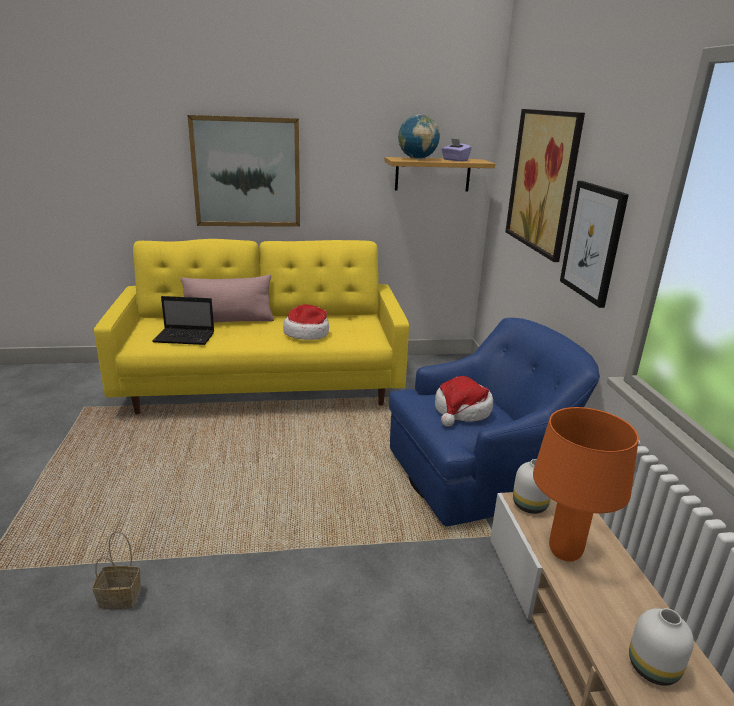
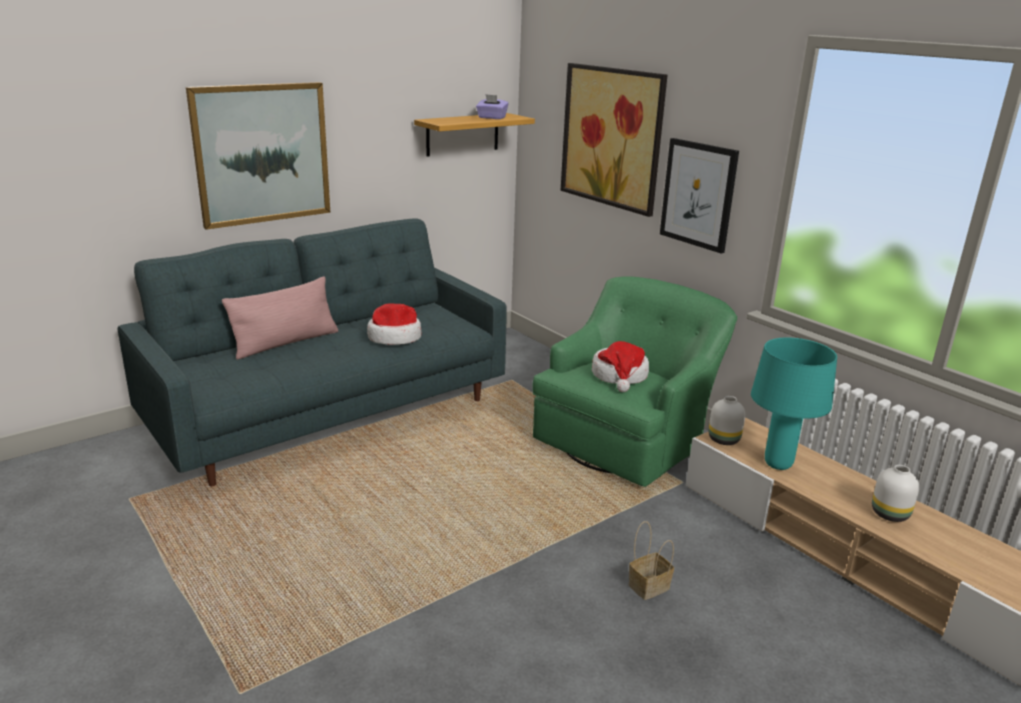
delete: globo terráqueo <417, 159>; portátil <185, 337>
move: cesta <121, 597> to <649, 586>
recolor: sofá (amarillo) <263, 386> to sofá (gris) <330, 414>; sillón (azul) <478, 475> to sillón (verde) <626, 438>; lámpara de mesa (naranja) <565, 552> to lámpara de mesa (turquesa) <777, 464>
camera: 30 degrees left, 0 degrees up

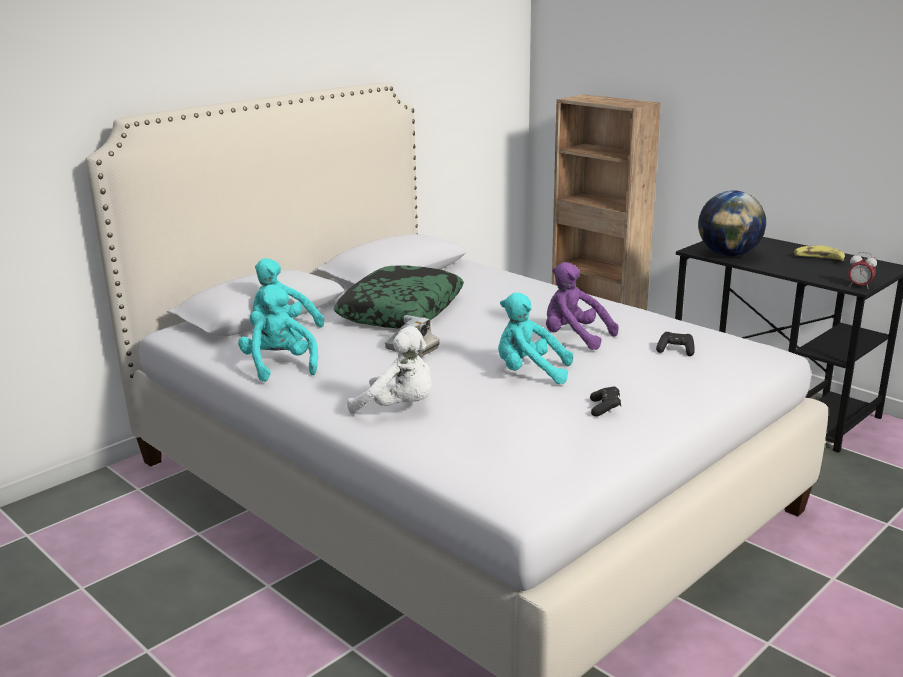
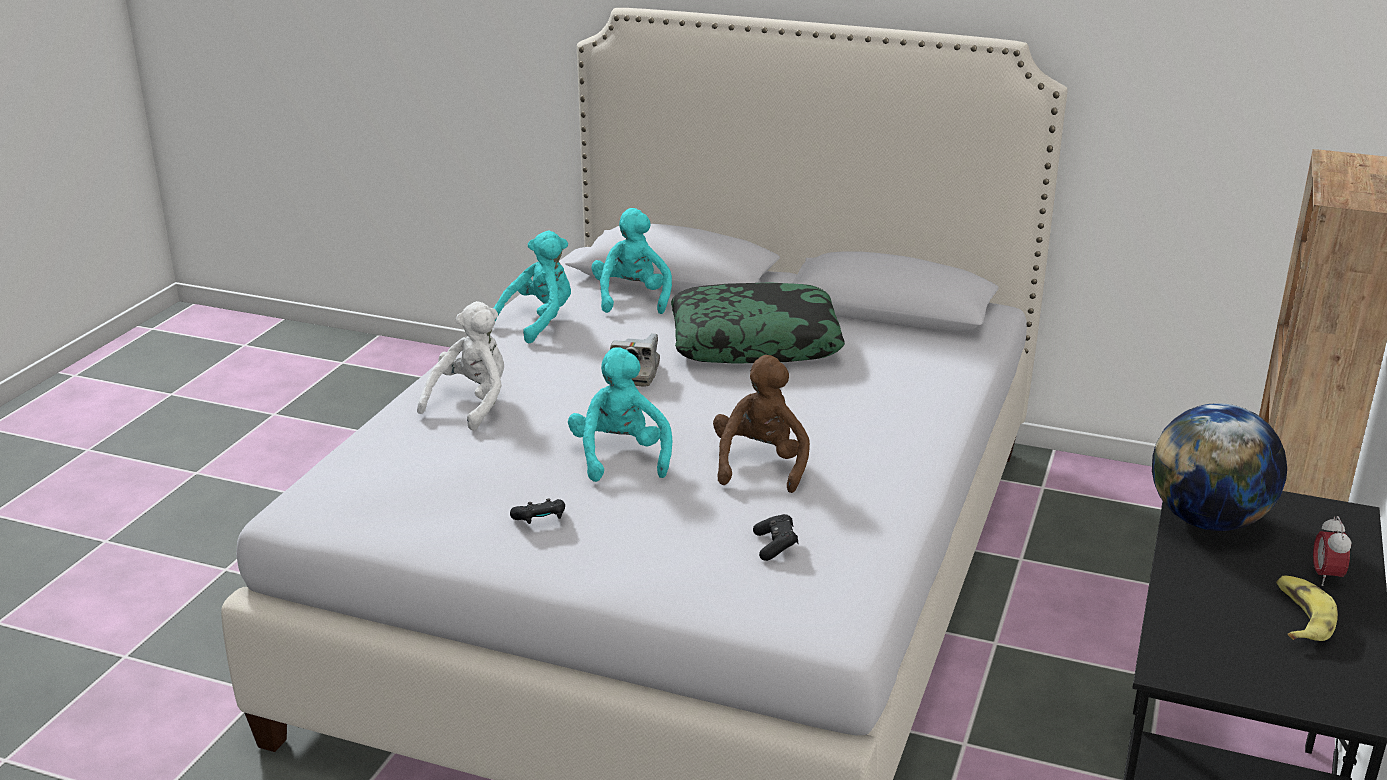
move: despertador <859, 286> to <1325, 577>
recolor: peluche (morado) <574, 338> to peluche (marrón) <760, 465>
rotate: peluche (blanco) <399, 408> = <472, 404> 150 degrees counterclockwise
camera: 65 degrees right, 5 degrees up

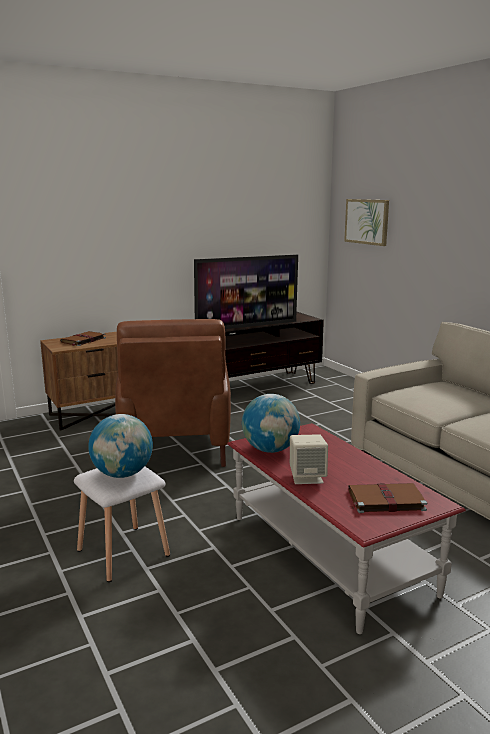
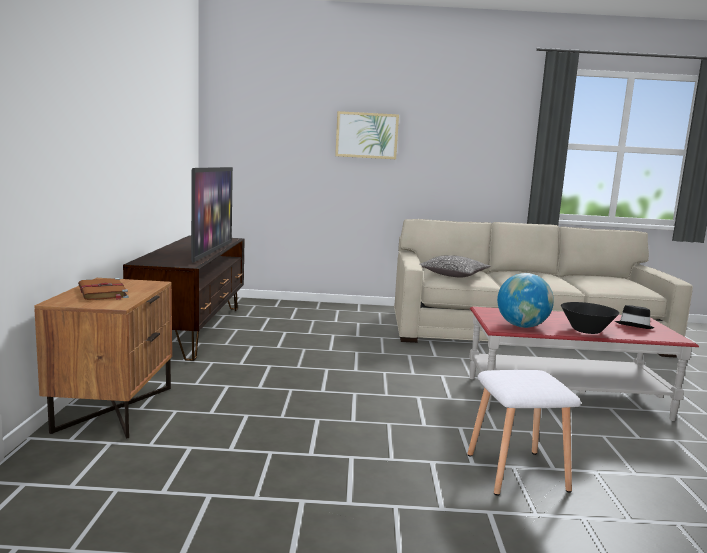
delete: sillón (marrón) <175, 447>; globo terráqueo <122, 474>
insert: cojín <453, 275>
move: cuadro <367, 221> to <366, 135>
replace: altavoz (beis) <307, 477> to cuenco (negro) <586, 330>; libro (marrón) <384, 500> to sombrero (negro) <634, 325>
camera: 60 degrees left, 5 degrees down

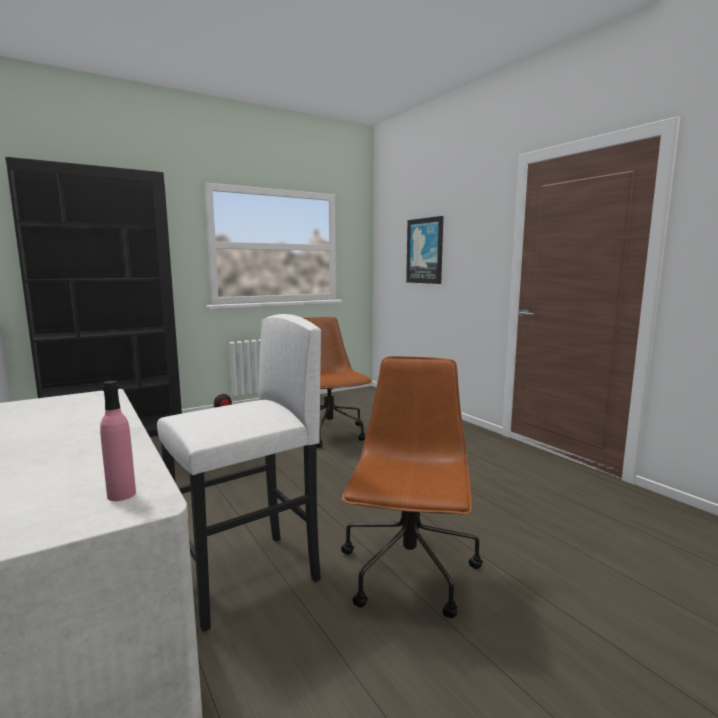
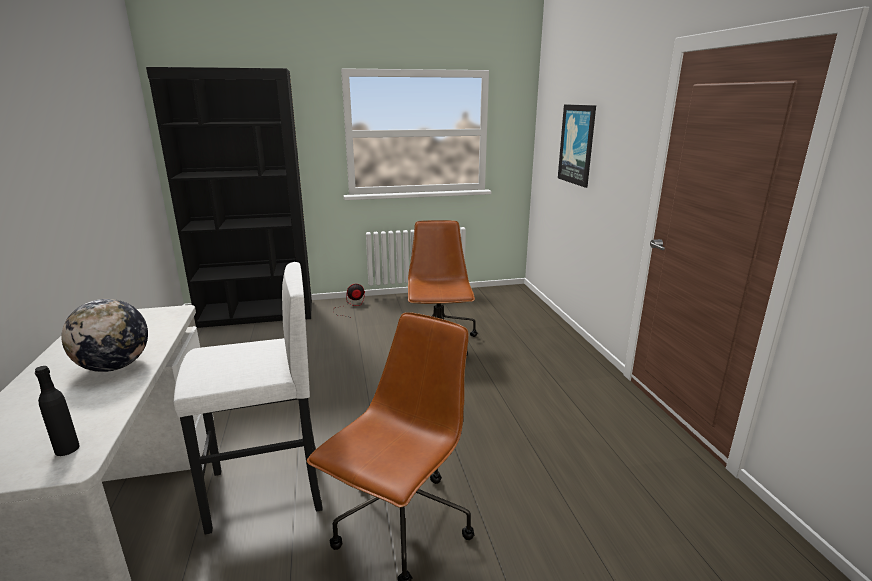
insert: globo terráqueo <115, 367>
recolor: botella (rosa) <121, 494> to botella (negro) <67, 449>
camera: 20 degrees right, 10 degrees up

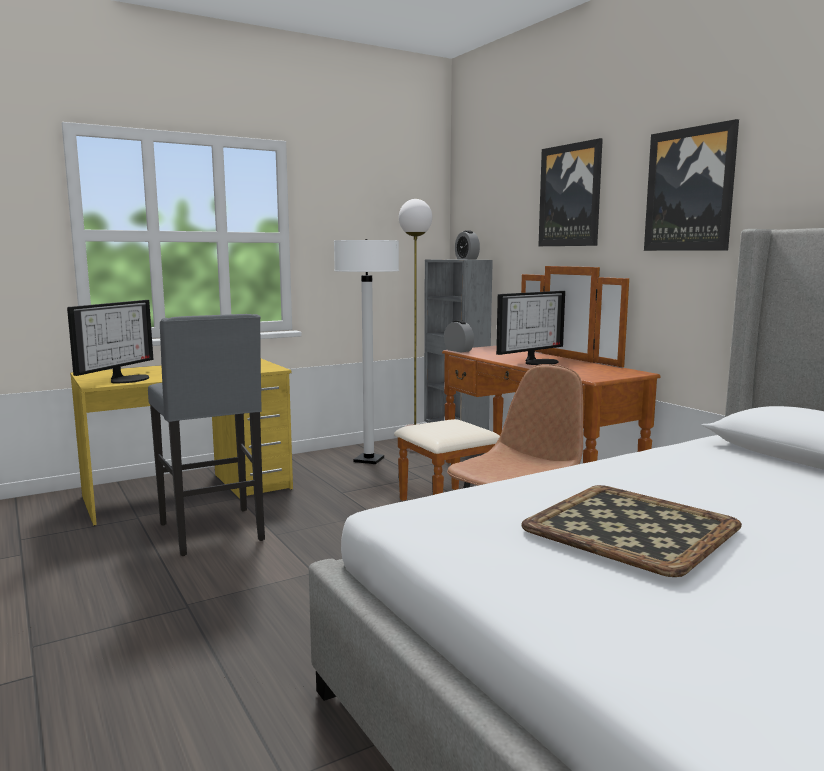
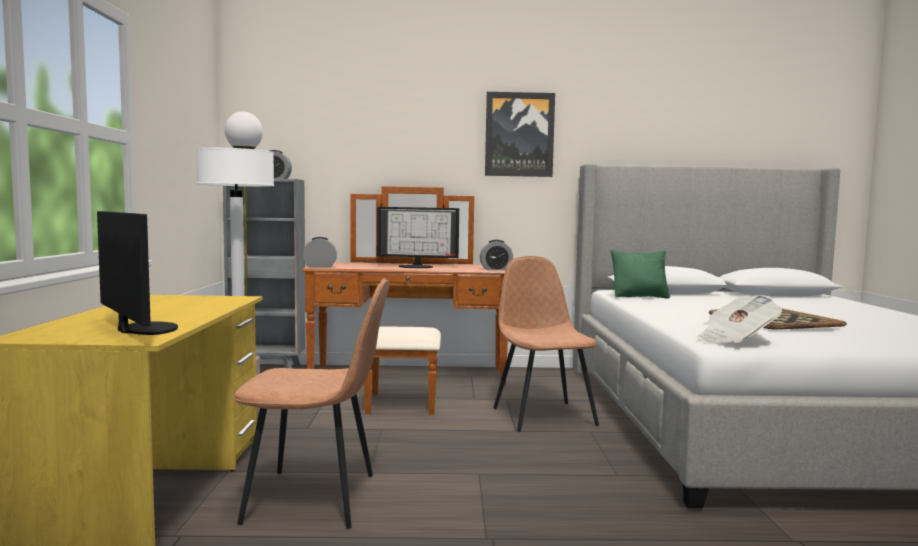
delete: cuadro <570, 195>
insert: despertador <496, 269>; cojín (verde) <640, 297>; periódico <735, 340>
replace: taburete (gris) <214, 532> to silla (marrón) <315, 498>
rotate: monitor <538, 362> = <416, 266> 105 degrees clockwise
camera: 60 degrees left, 5 degrees down

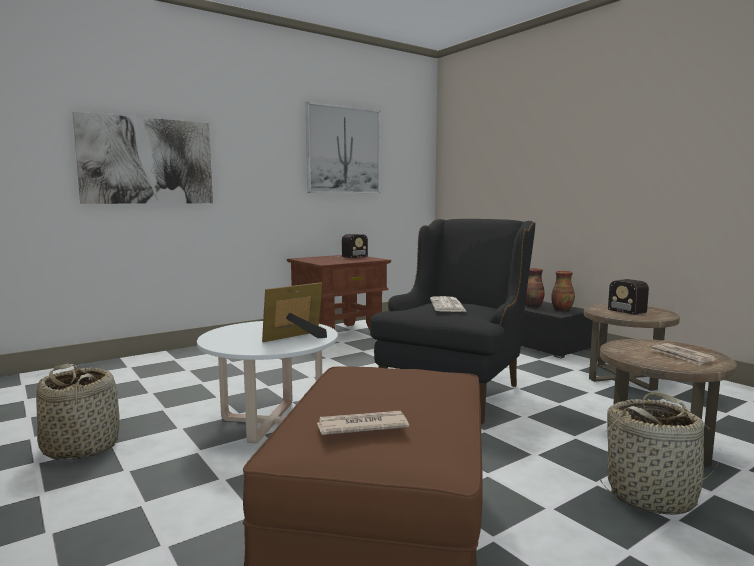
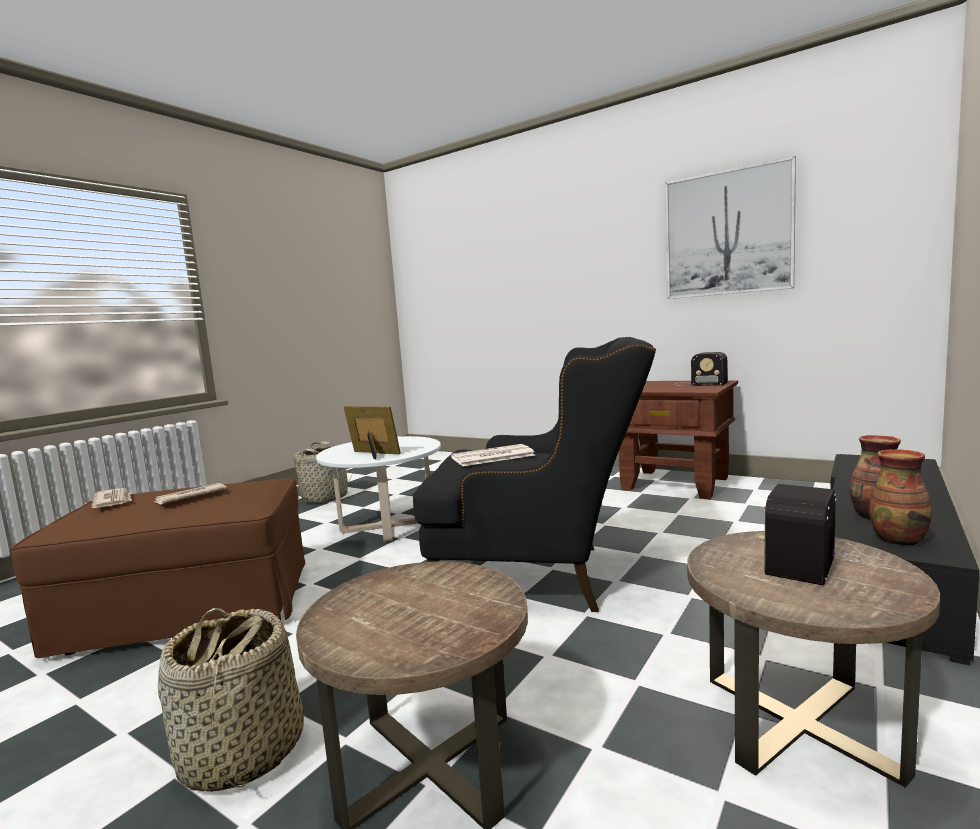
delete: cuadro <147, 161>
move: periódico <682, 356> to <190, 497>
camera: 70 degrees right, 0 degrees up

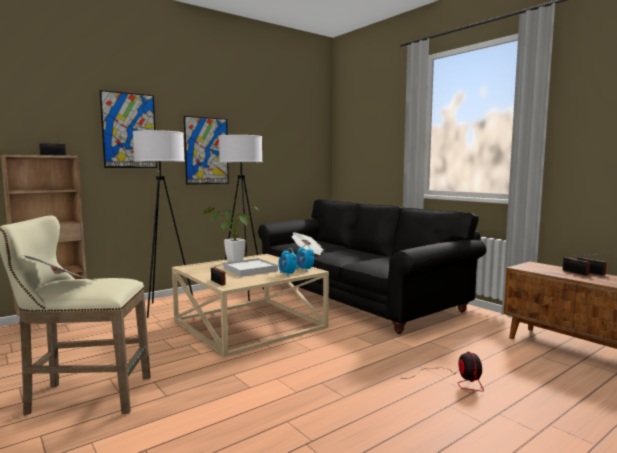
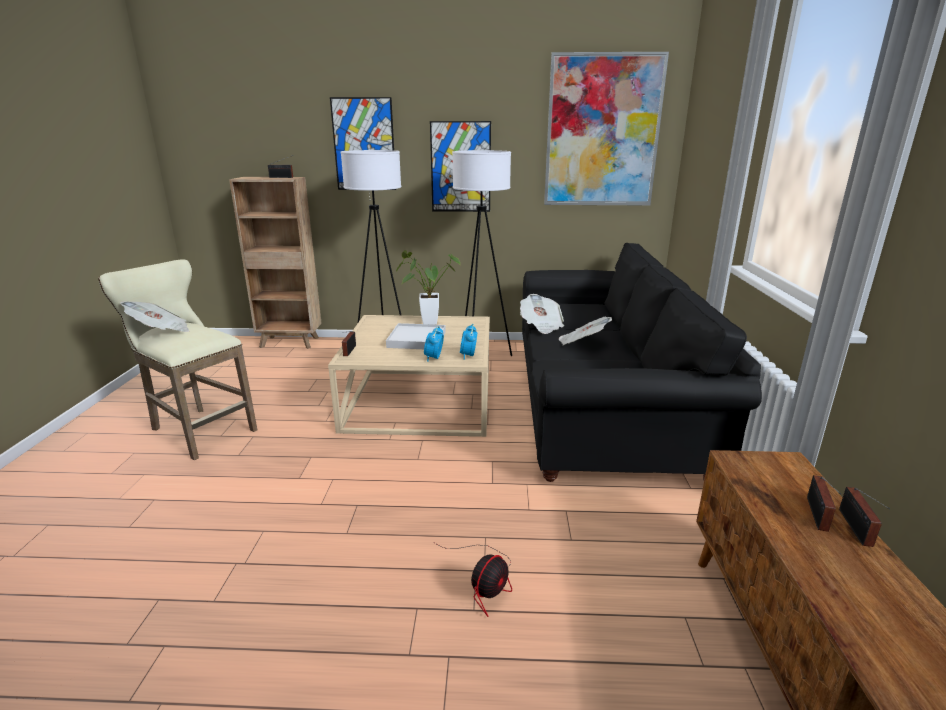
insert: cuadro <602, 132>; periódico <582, 343>
camera: 40 degrees right, 15 degrees up

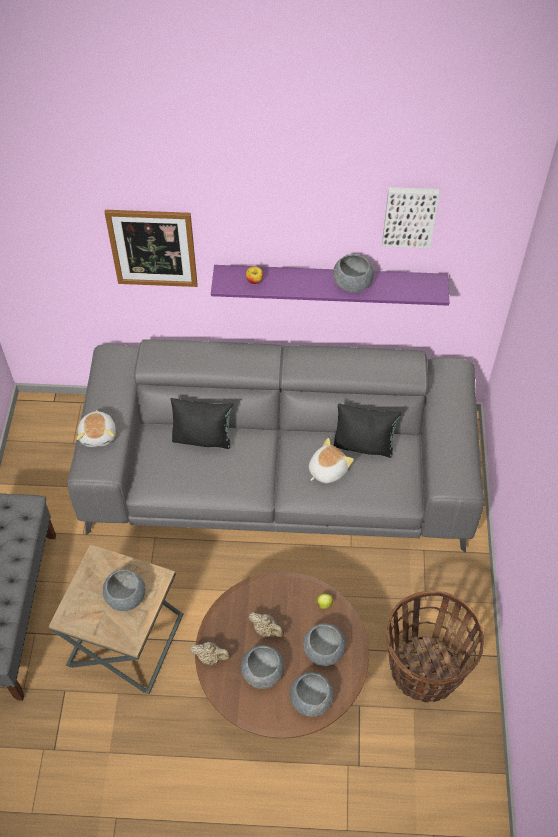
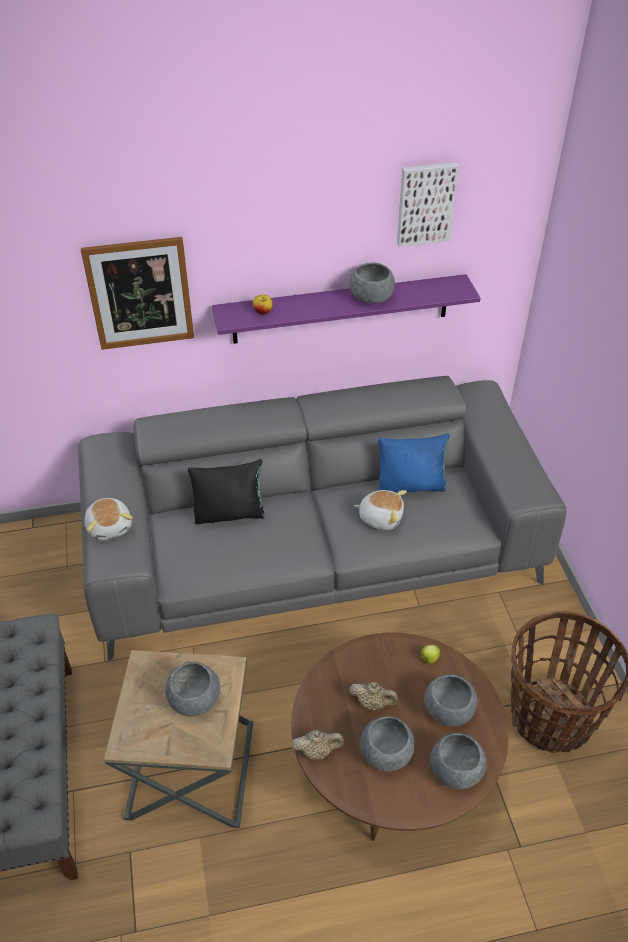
recolor: cojín (negro) <364, 445> to cojín (azul) <412, 485>
rotate: peluche <327, 470> = <380, 517> 75 degrees clockwise
camera: 15 degrees left, 10 degrees down

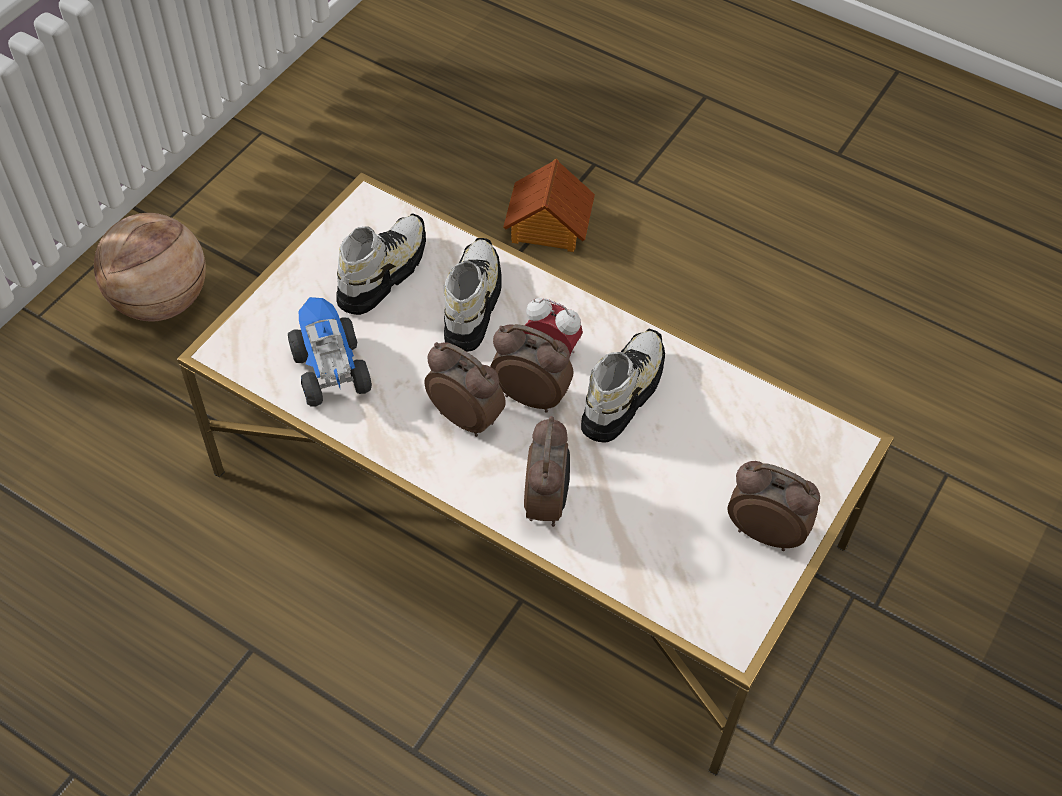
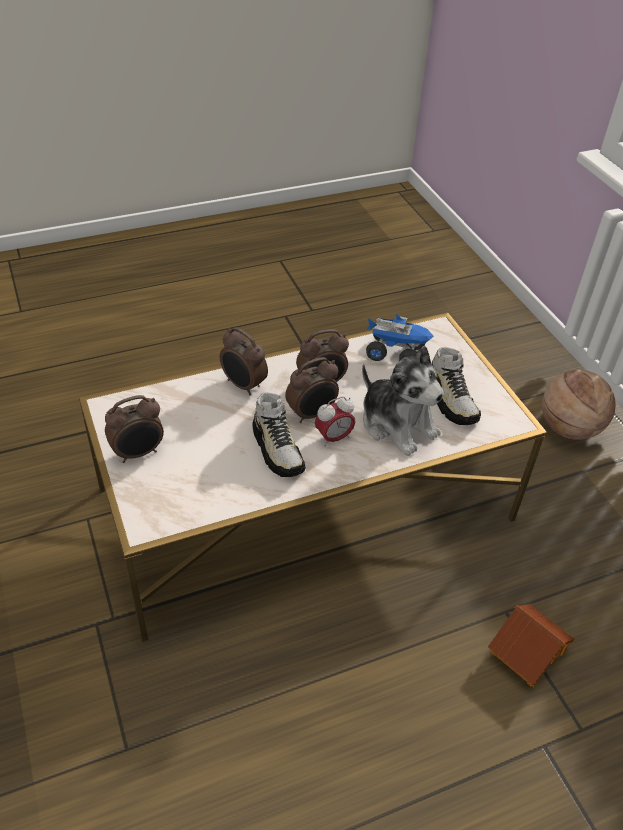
replace: zapato <471, 304> to peluche <397, 424>
camera: 125 degrees right, 10 degrees down

